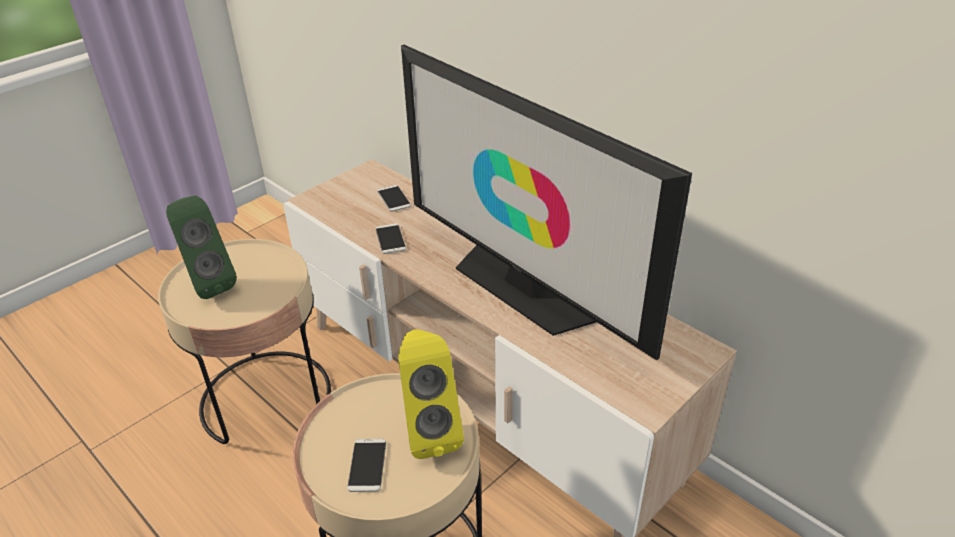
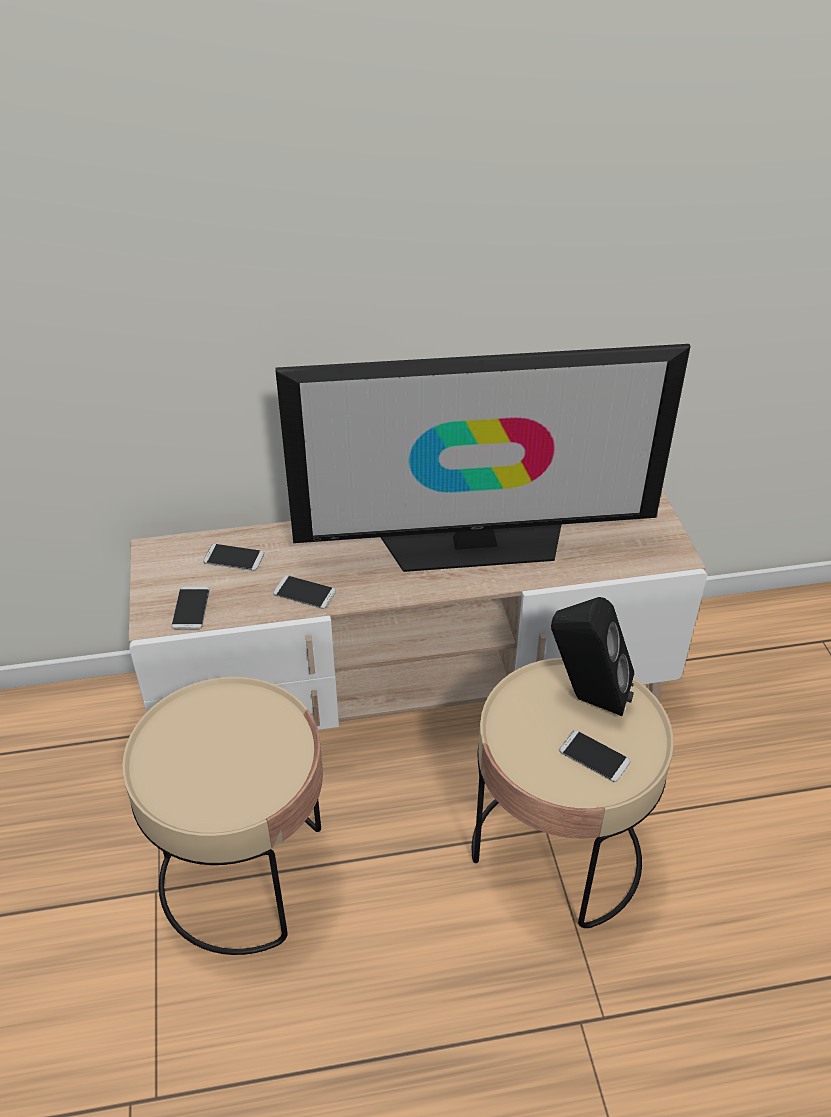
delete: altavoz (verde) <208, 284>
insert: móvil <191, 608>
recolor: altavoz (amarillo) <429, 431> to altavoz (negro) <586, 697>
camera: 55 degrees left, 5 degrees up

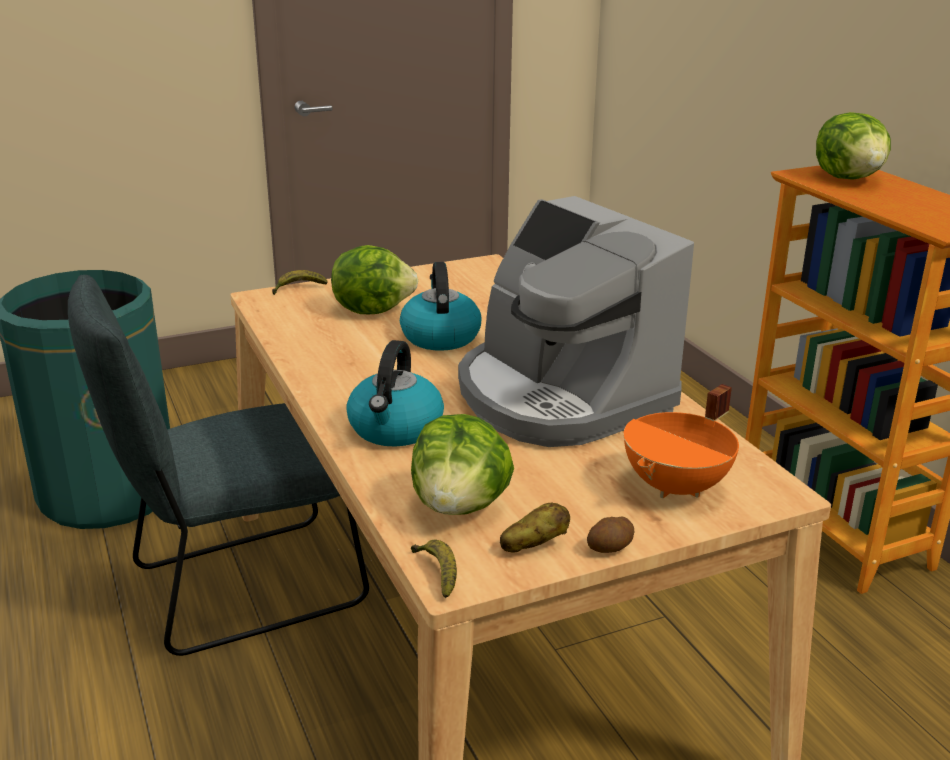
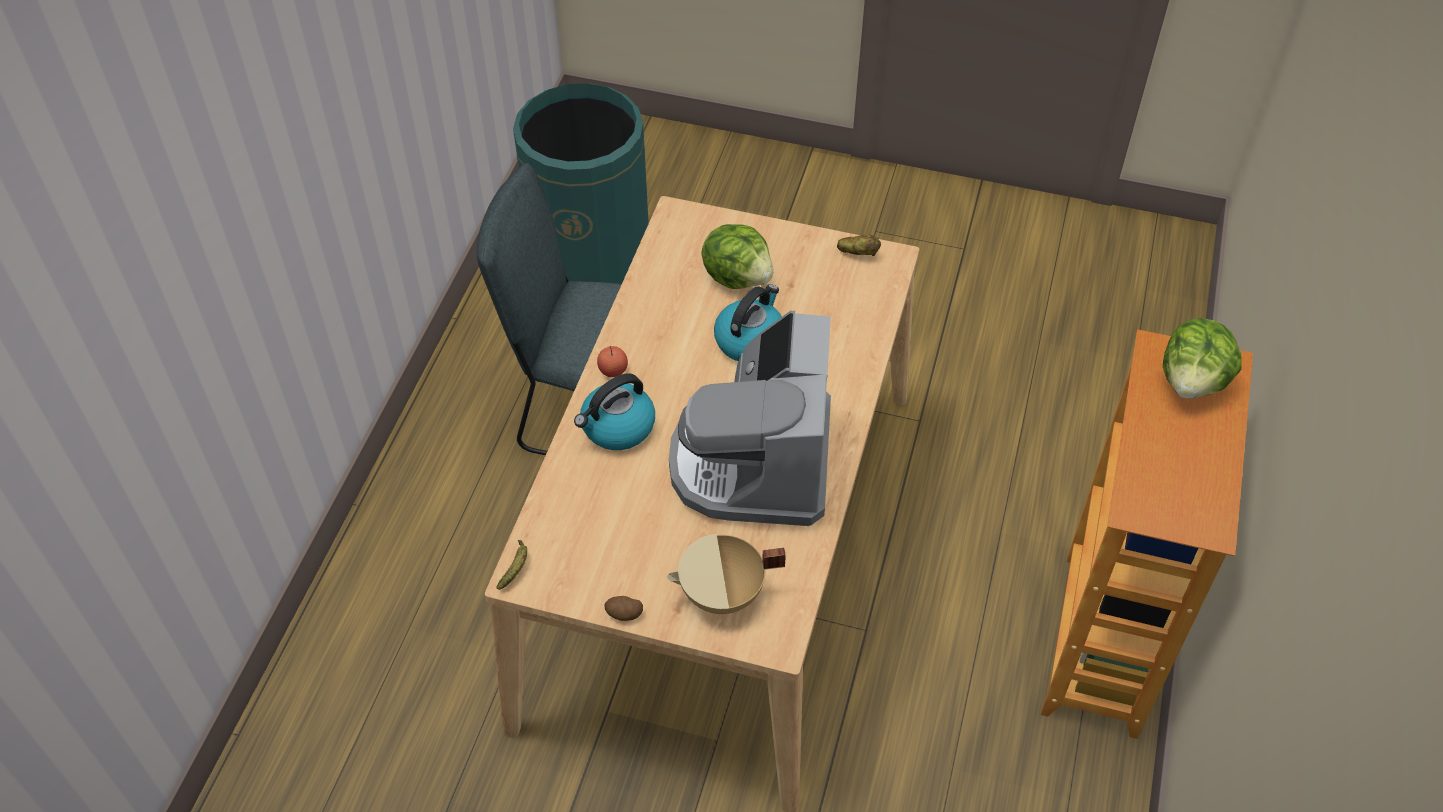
delete: plátano <298, 288>; lechuga <460, 506>
insert: manzana <613, 370>
move: patata <534, 545> to <858, 253>
recolor: olla (naranja) <678, 487> to olla (beis) <722, 595>
camera: 40 degrees right, 25 degrees up

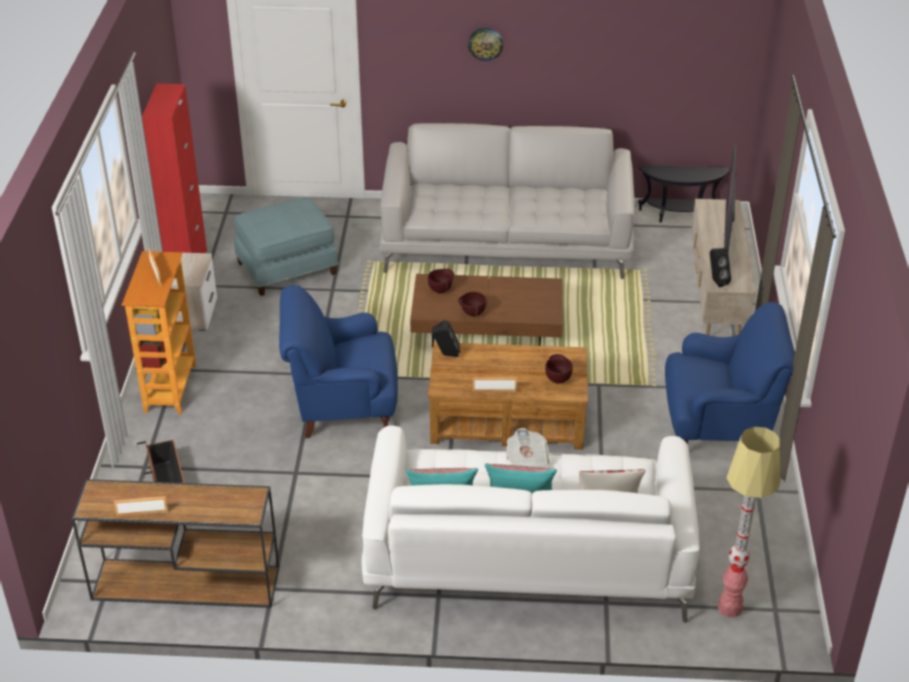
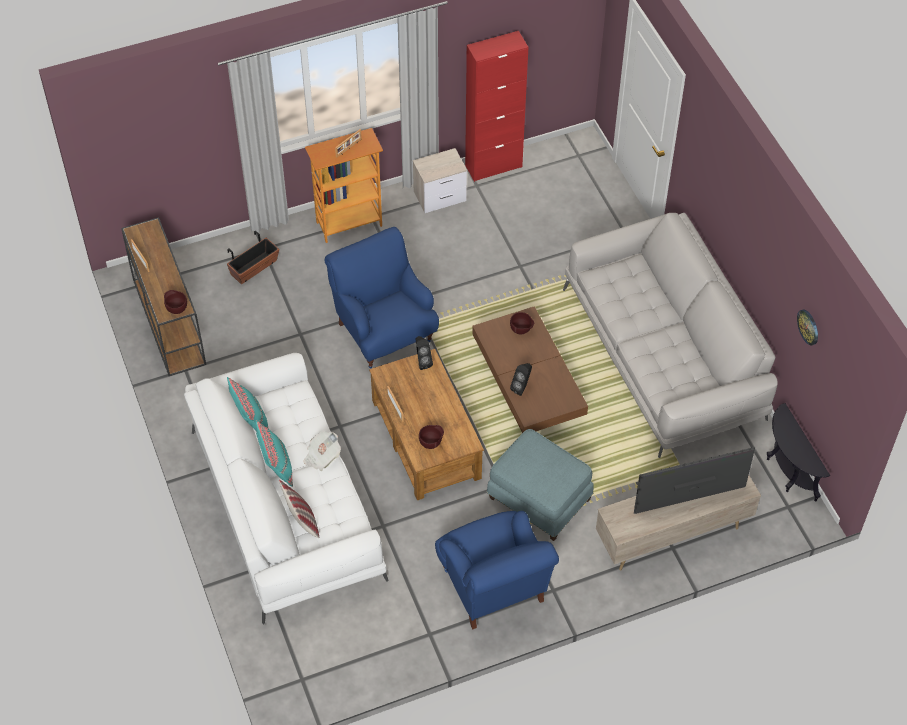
delete: lámpara de pie <730, 607>
move: reloj de pared <485, 43> to <808, 327>; puf (azul) <287, 269> to <538, 500>; altavoz (negro) <716, 281> to <522, 387>; cuenco (marrón) <471, 314> to <176, 309>
camera: 65 degrees right, 15 degrees up

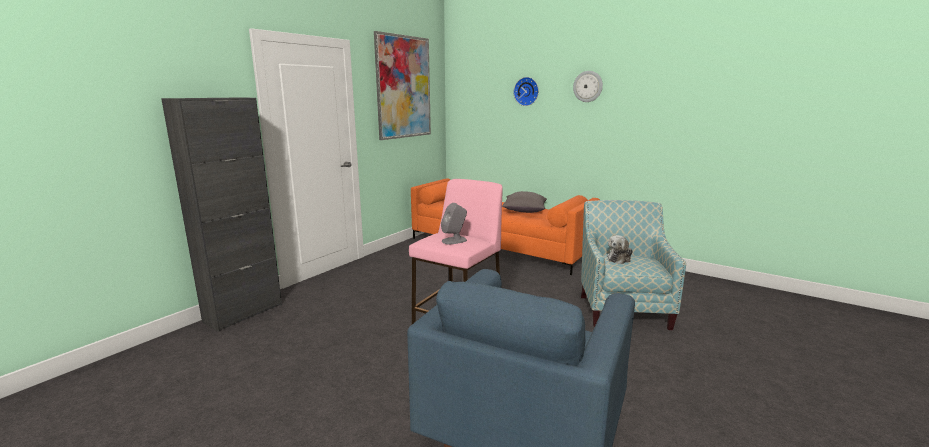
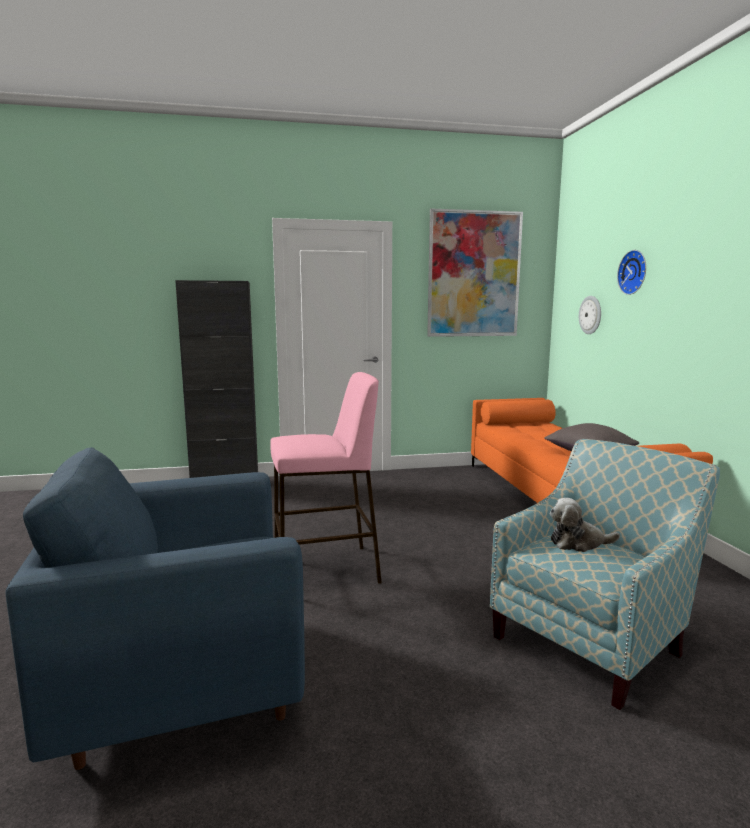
delete: altavoz (gris) <454, 240>
move: reloj de pared <588, 86> to <590, 315>
camera: 45 degrees right, 5 degrees down

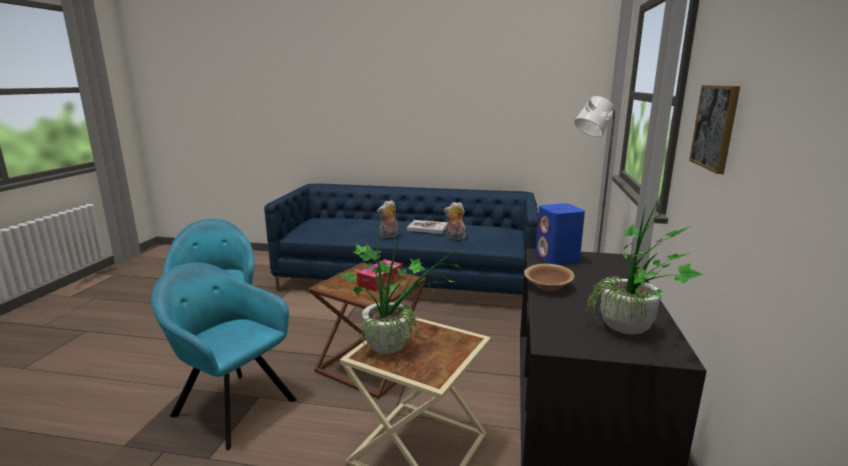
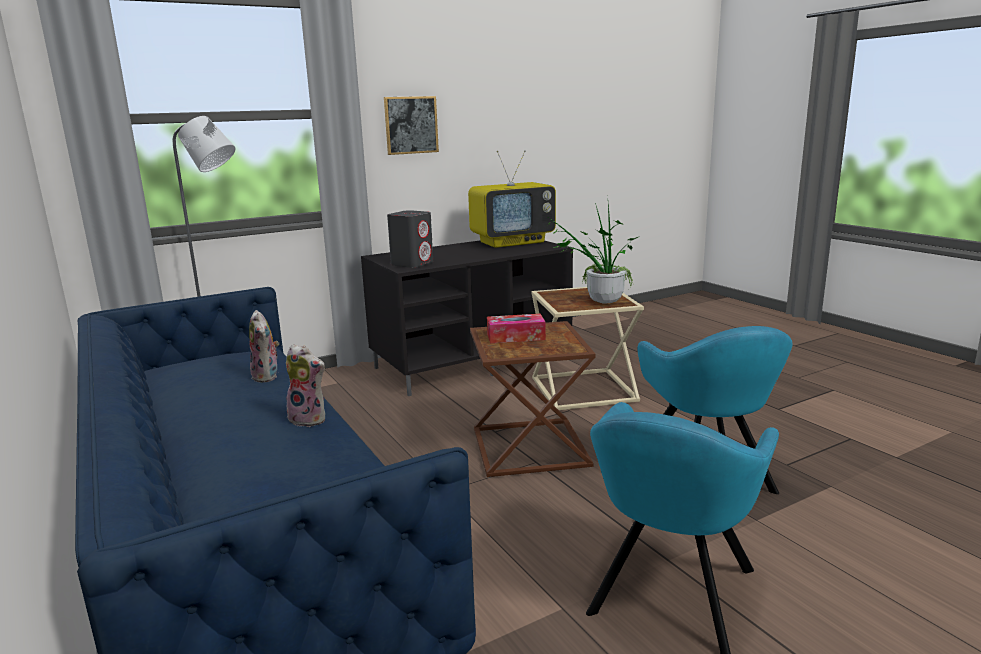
delete: libro <427, 228>; cuenco (marrón) <548, 287>
replace: planta en maceta <629, 335> to televisor <512, 242>
recolor: altavoz (azul) <557, 259> to altavoz (gris) <412, 264>
camera: 130 degrees left, 0 degrees up

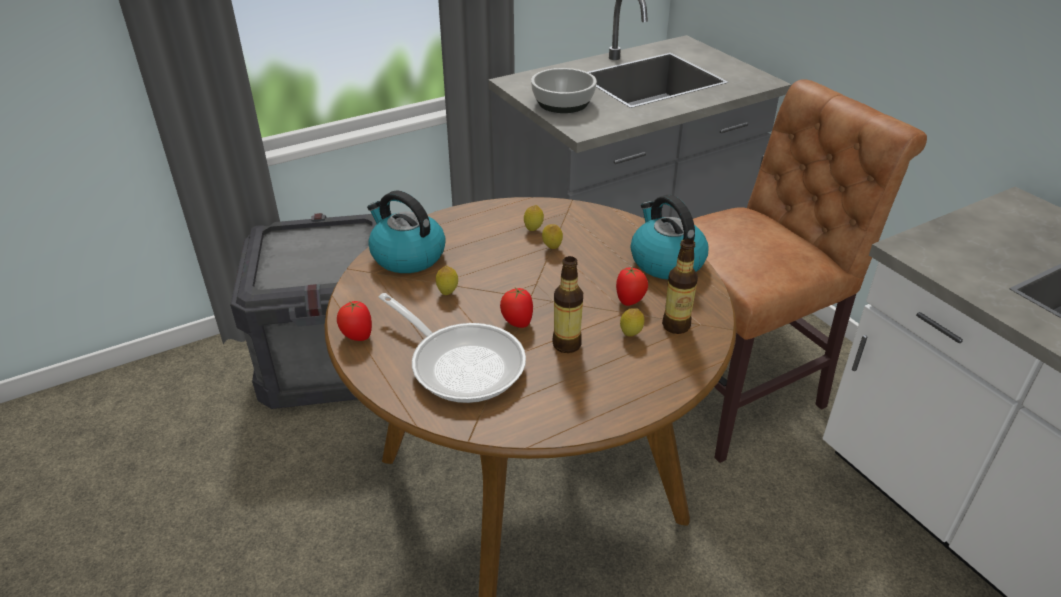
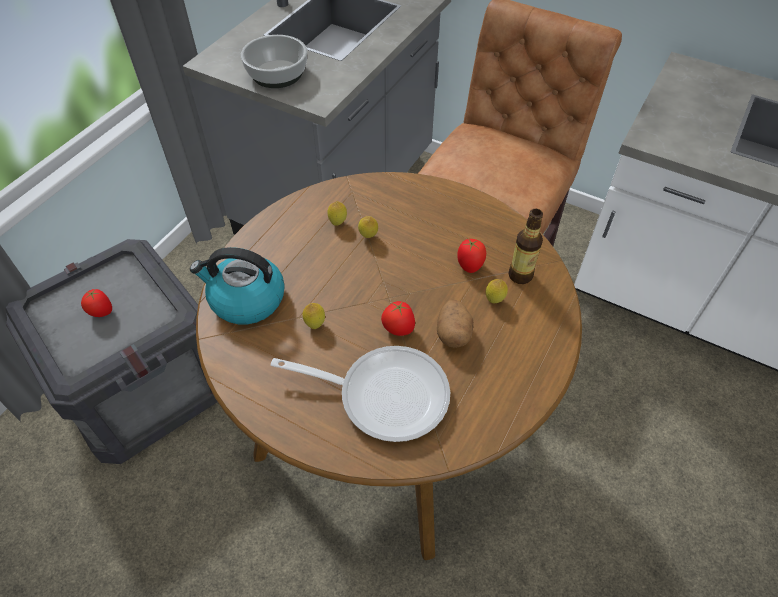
delete: hervidor <665, 261>
move: tomate <357, 336> to <101, 313>
replace: botella <566, 344> to patata <453, 333>
camera: 30 degrees left, 15 degrees up

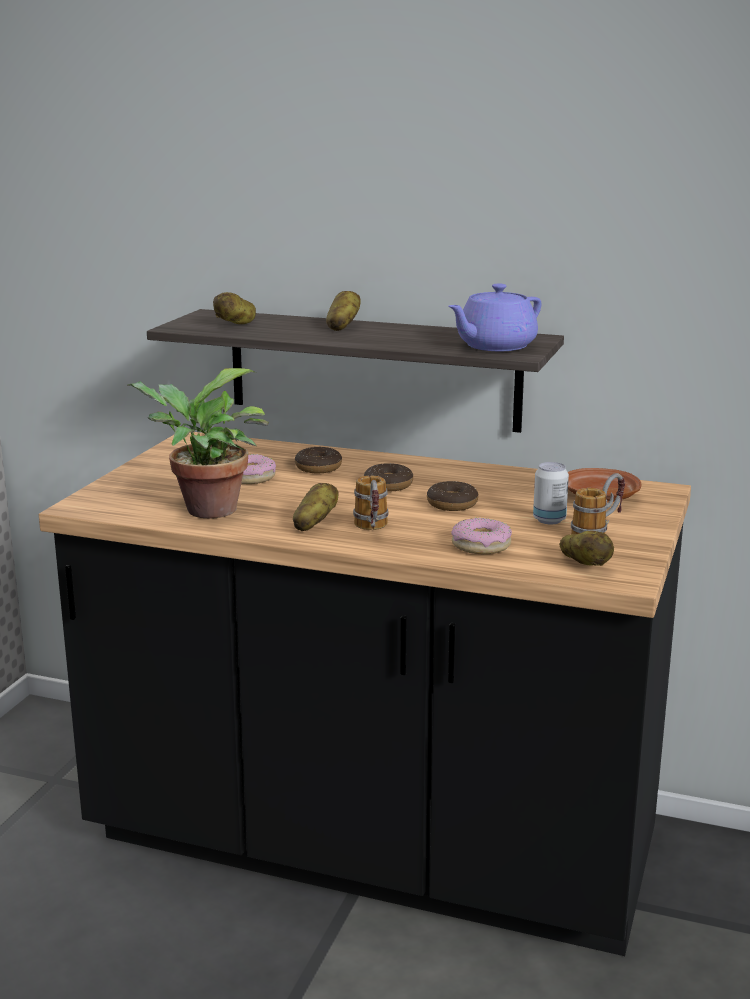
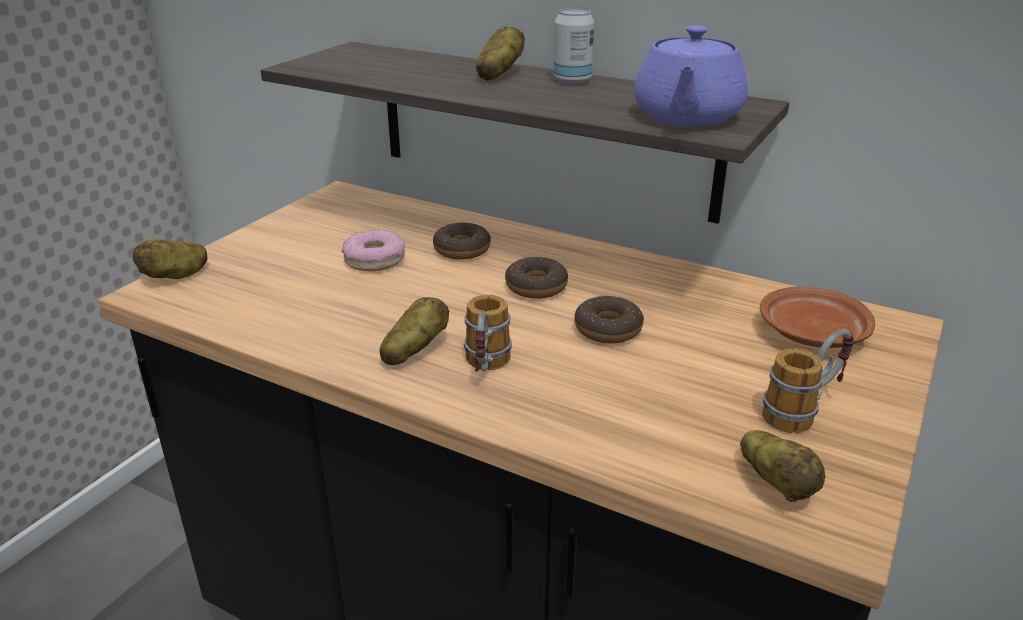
delete: planta en maceta <204, 510>; rosquilla <481, 545>
move: patata <237, 324> to <176, 276>; lata <549, 520> to <572, 80>
rotate: tetera (morado) <494, 346> = <686, 117> 45 degrees counterclockwise
camera: 10 degrees right, 10 degrees up

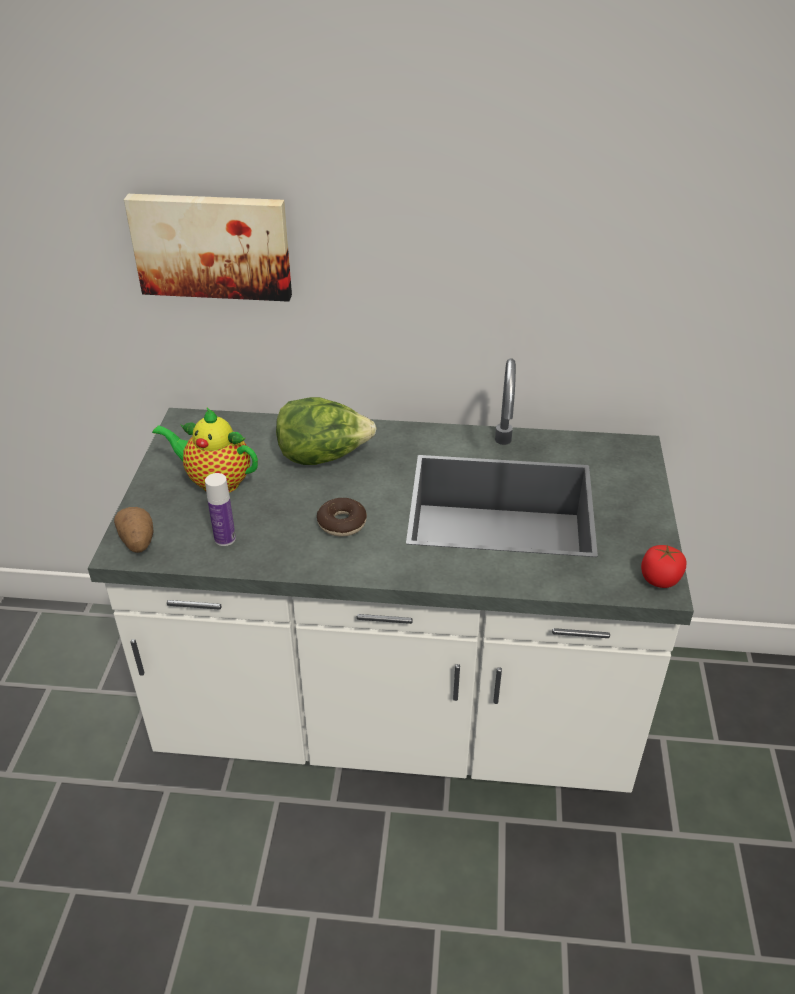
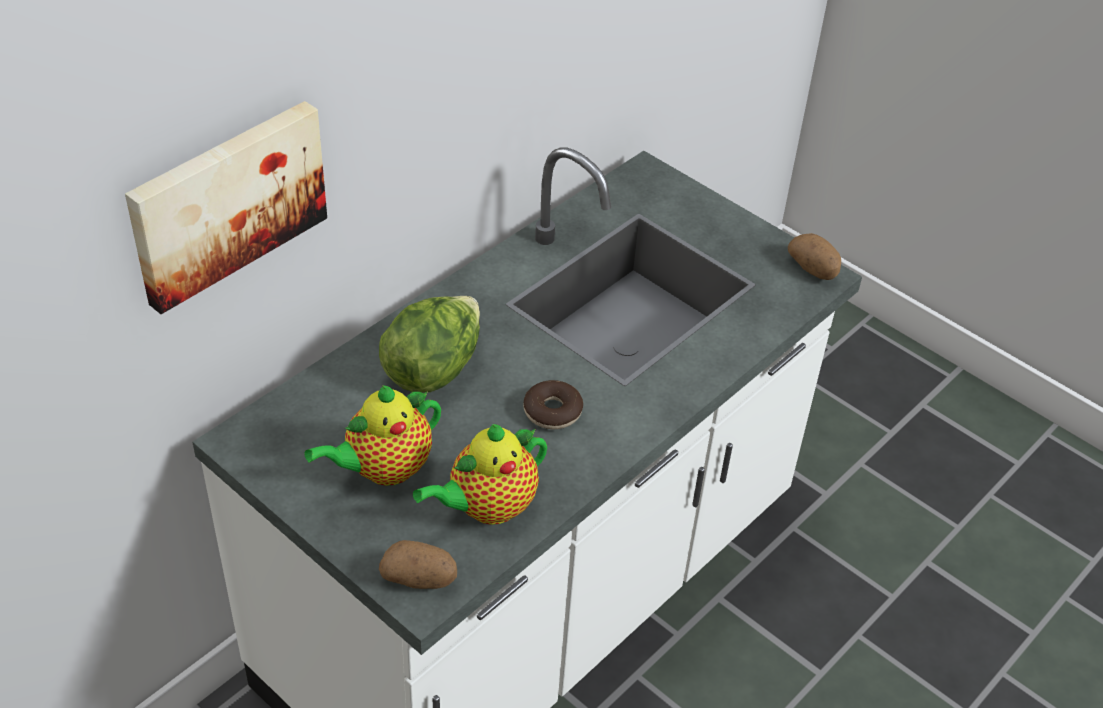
replace: botella <225, 539> to tetera <487, 507>; tomate <660, 579> to patata <813, 269>
camera: 55 degrees left, 5 degrees up

